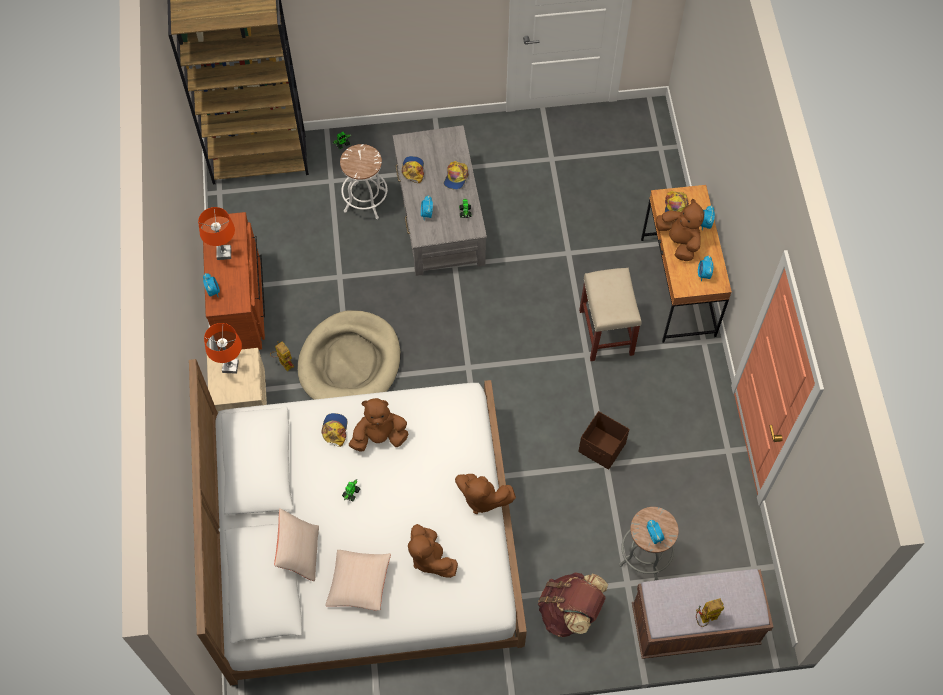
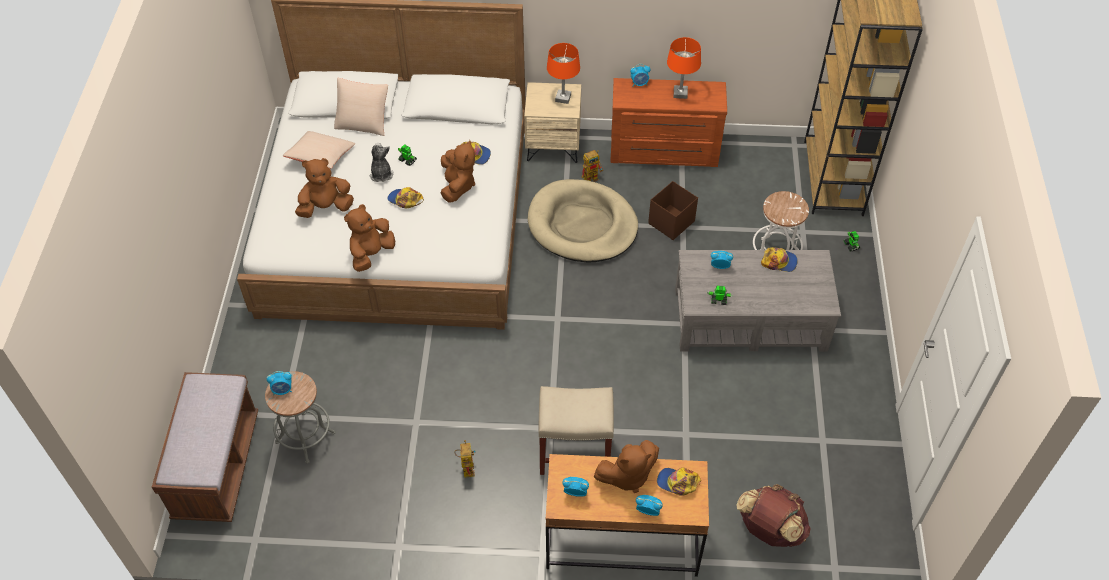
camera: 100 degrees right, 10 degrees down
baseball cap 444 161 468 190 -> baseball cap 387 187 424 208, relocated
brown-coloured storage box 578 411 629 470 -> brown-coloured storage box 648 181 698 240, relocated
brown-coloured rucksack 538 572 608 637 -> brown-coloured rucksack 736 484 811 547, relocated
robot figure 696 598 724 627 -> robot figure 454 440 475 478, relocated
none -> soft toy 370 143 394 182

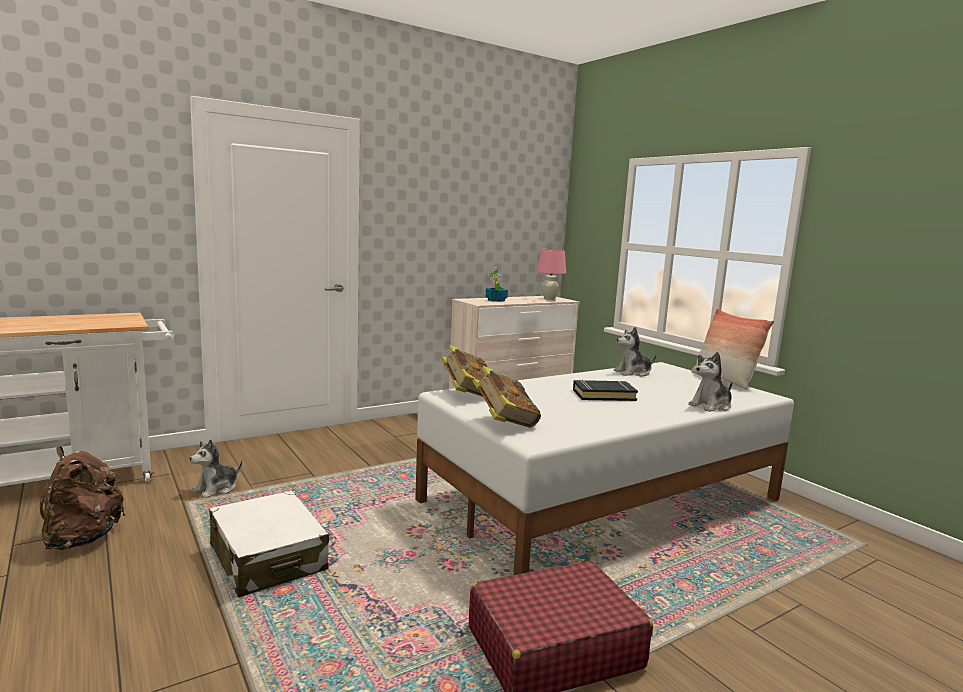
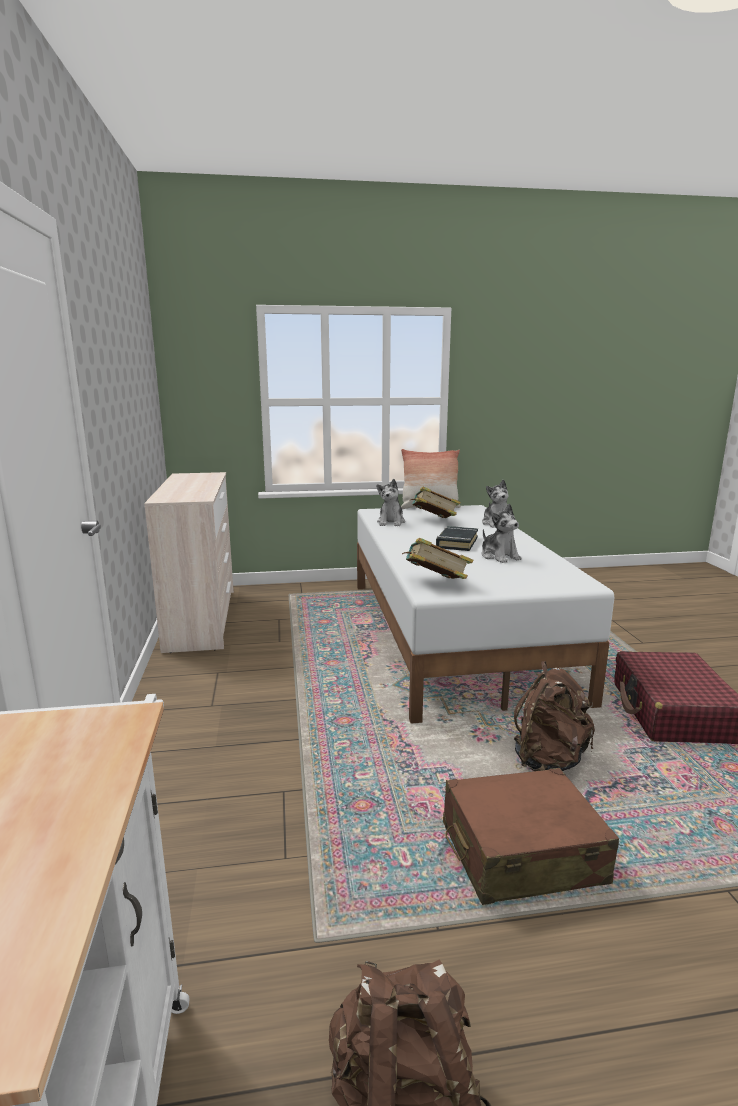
camera: 65 degrees left, 5 degrees up
pink-coloured tabletop lamp 537 249 566 300 -> none
potted plant 486 267 508 302 -> none
book 472 366 541 428 -> book 409 487 461 518, relocated
soft toy 190 440 242 498 -> soft toy 482 504 522 563, relocated
white-coloured travel case 209 490 329 597 -> brown-coloured travel case 443 768 619 905
none -> brown-coloured rucksack 514 661 595 771

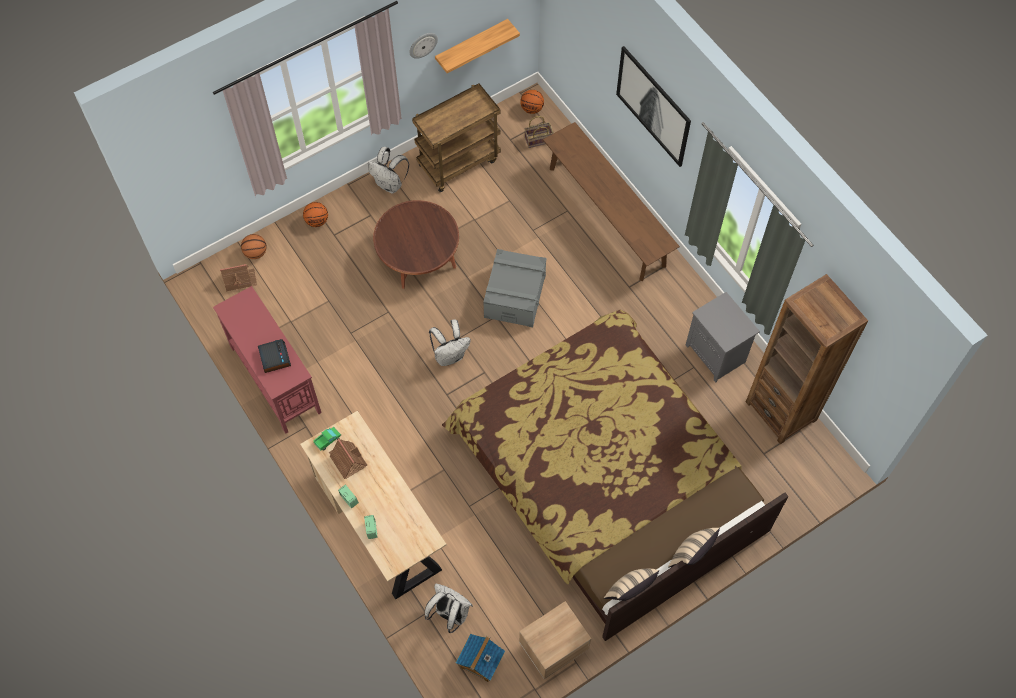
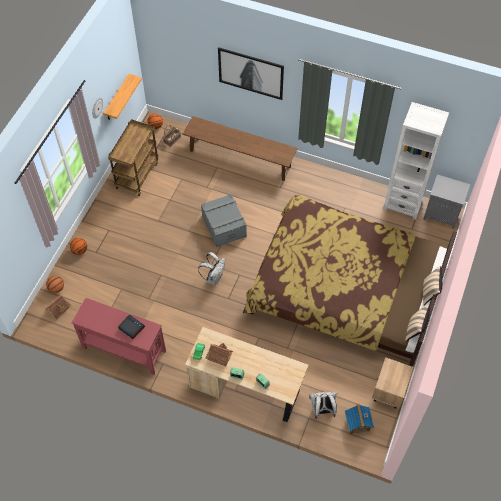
camera: 35 degrees left, 5 degrees down
white-coloured rucksack 368 147 409 194 -> none
brown-coloured low table 373 200 459 289 -> none
brown-coloured bookcase 746 274 868 444 -> white-coloured bookcase 383 102 449 220
gray bedside table 686 292 760 382 -> gray bedside table 423 174 470 229, relocated

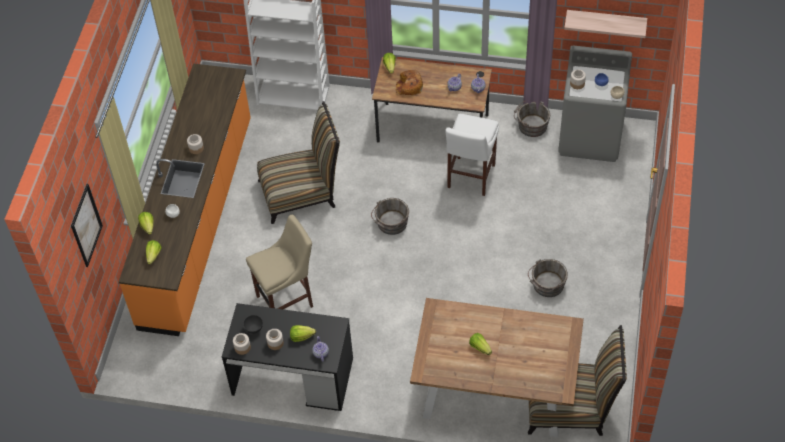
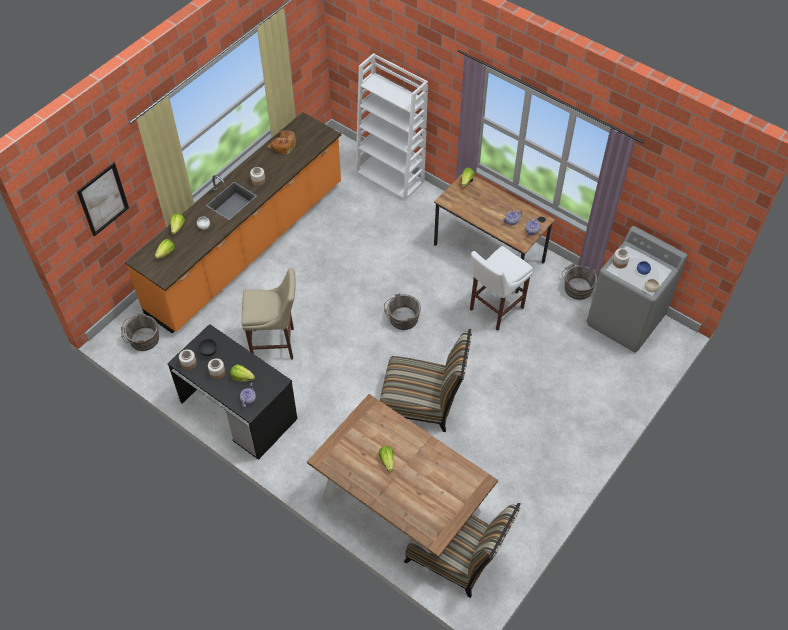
camera: 25 degrees right, 0 degrees up
bracket shelf 564 10 647 38 -> none
baked bread 396 69 423 95 -> baked bread 268 130 296 154, relocated
plain chair 257 101 340 224 -> plain chair 380 329 472 432, relocated
gray water bucket 528 259 568 297 -> gray water bucket 121 313 159 351, relocated

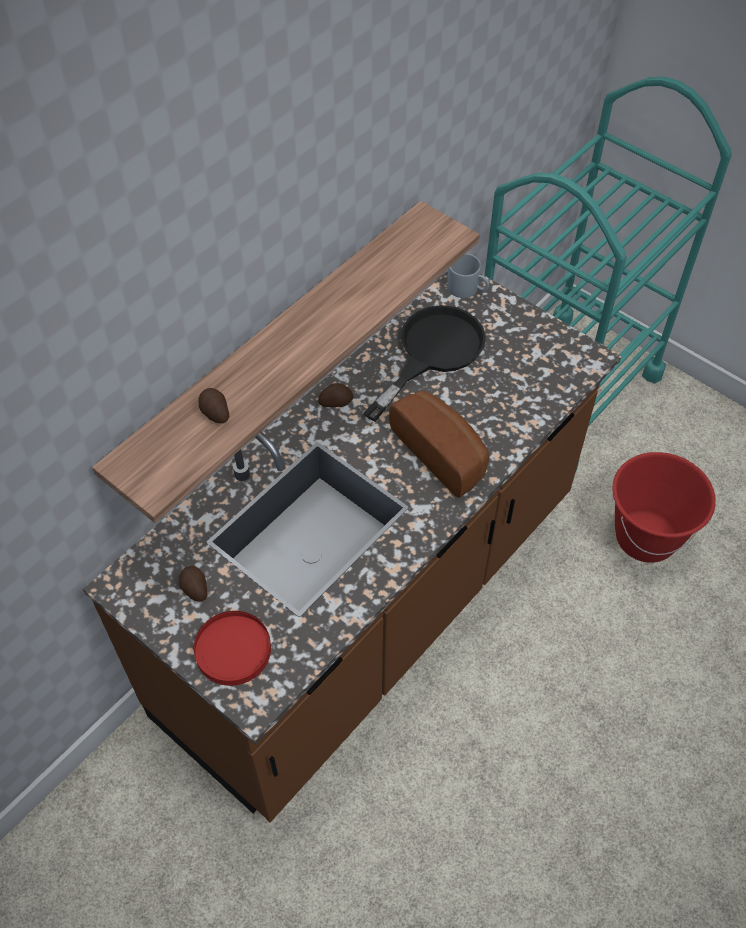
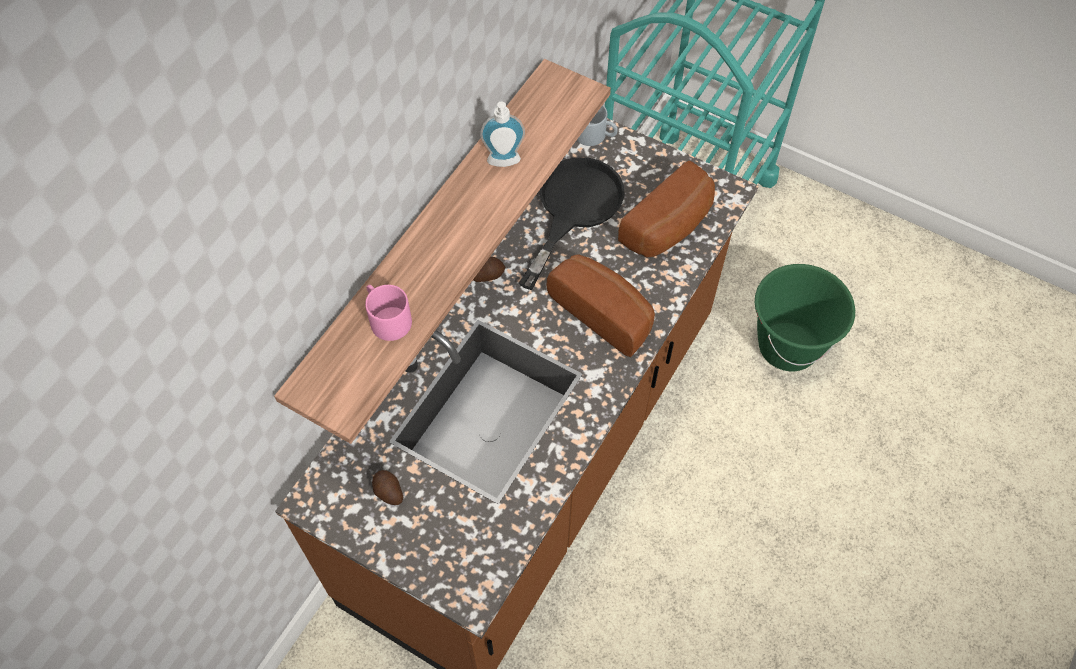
camera: 10 degrees left, 5 degrees up
whole potato 199 388 229 423 -> pink-coloured tea mug 365 285 412 341
red-coloured water bucket 612 452 716 563 -> greenish water bucket 755 264 855 371
red-coloured flat dish 194 611 271 686 -> none
none -> liquid soap bottle 480 102 525 167
none -> baked bread 618 161 715 258

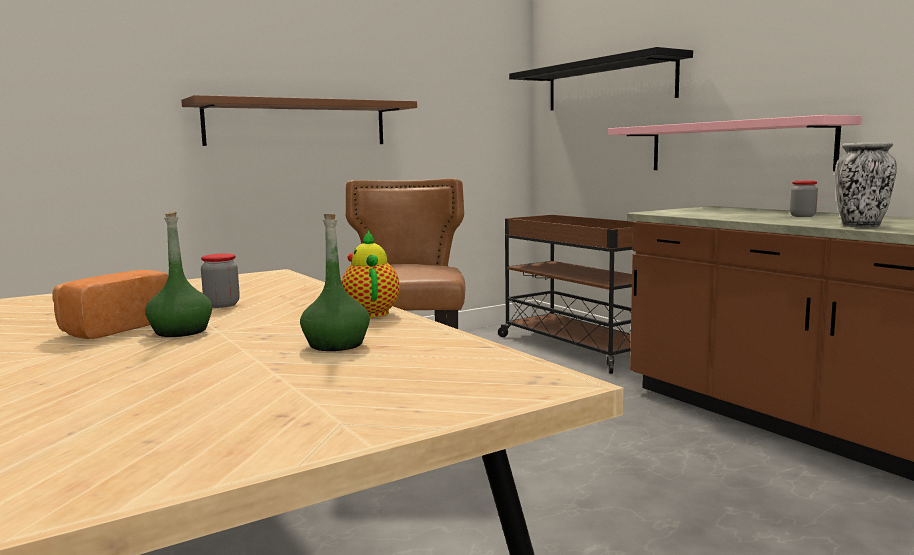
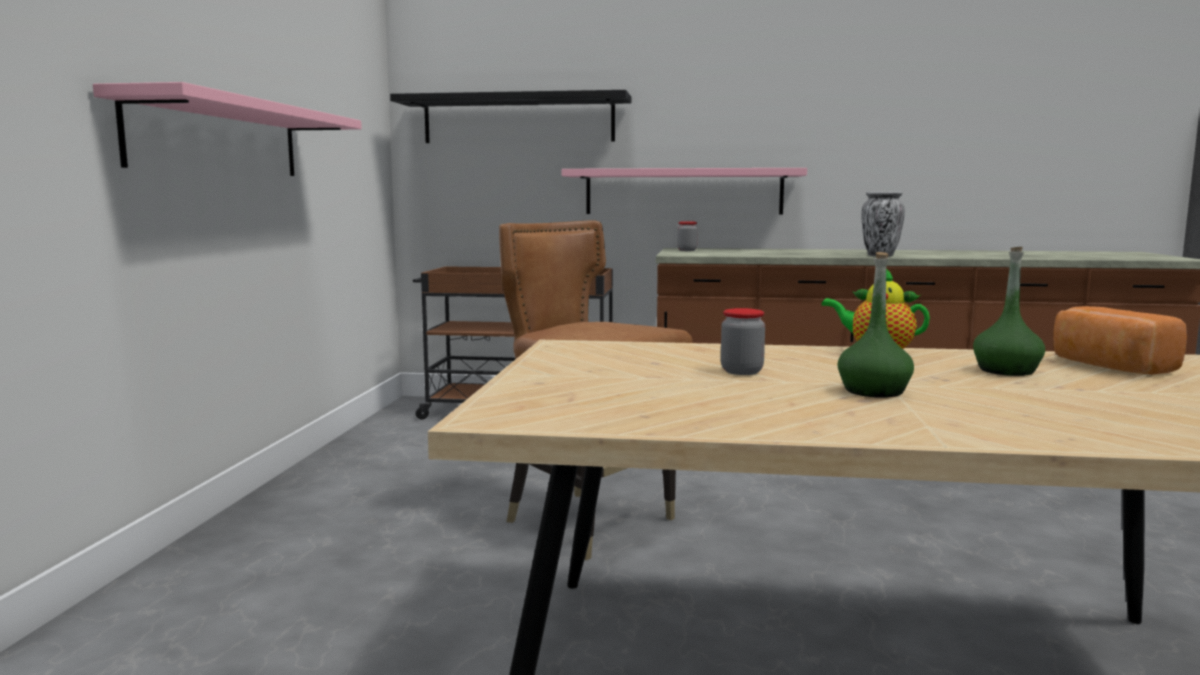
camera: 50 degrees left, 0 degrees up
brown-coloured bracket shelf 181 95 417 146 -> pink-coloured bracket shelf 93 82 362 176
storage jar 790 181 818 217 -> storage jar 677 221 698 251, relocated
baked bread 53 270 168 339 -> baked bread 1053 306 1187 375, relocated

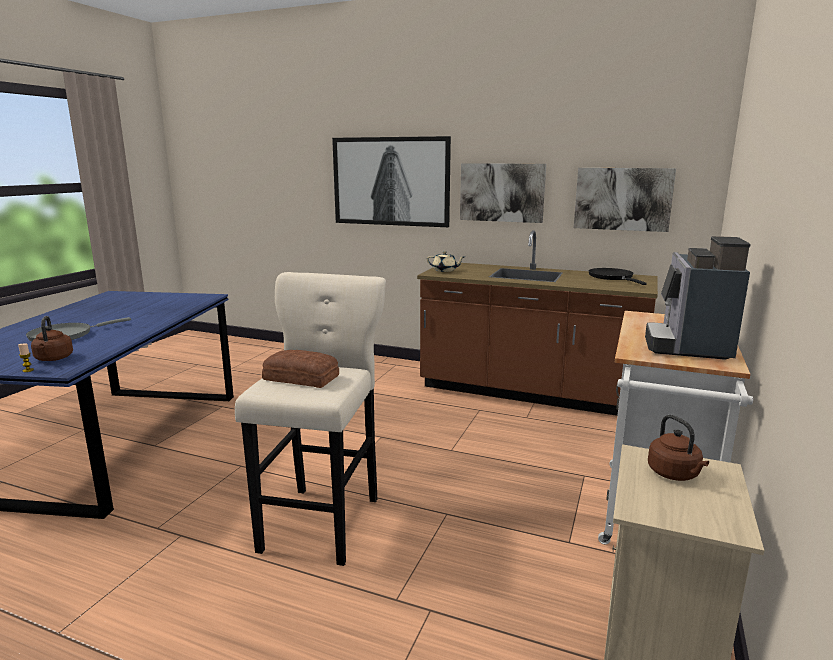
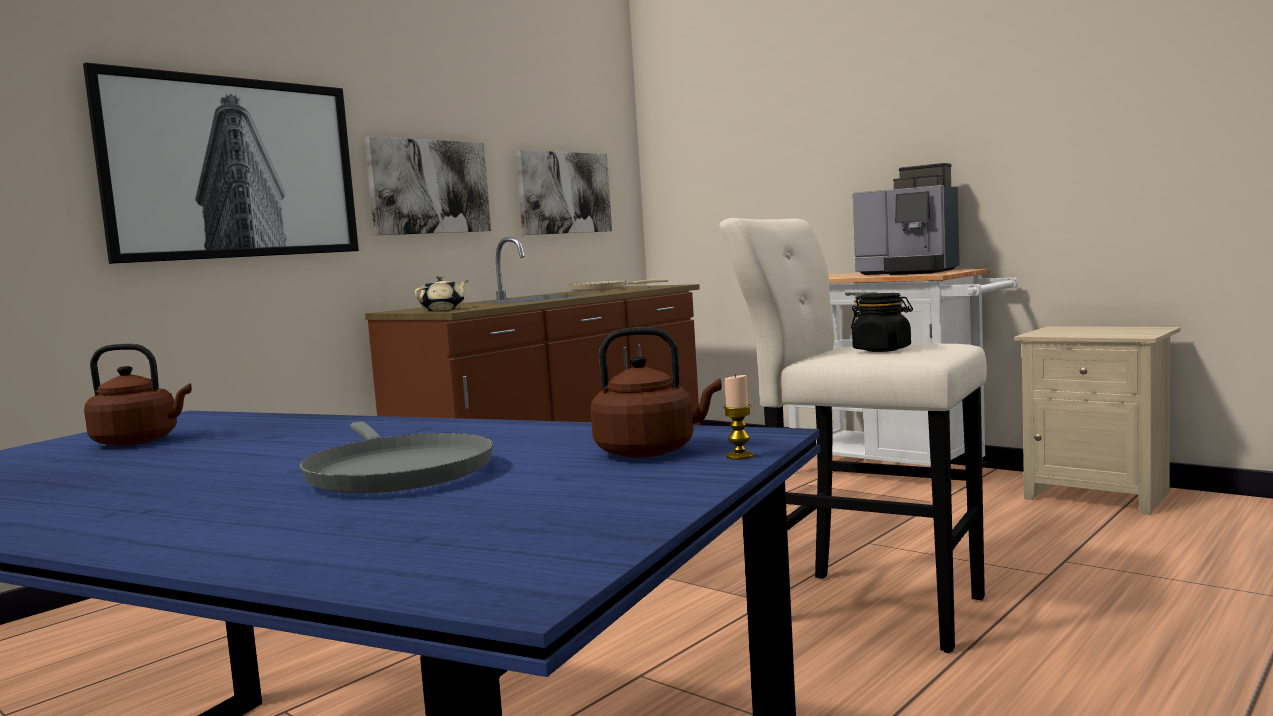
camera: 70 degrees left, 10 degrees down
black-coloured pan 589 268 647 285 -> beige pan 569 279 668 291
baked bread 262 350 339 388 -> black-coloured storage jar 851 293 913 352
brown-coloured water kettle 648 415 709 481 -> brown-coloured water kettle 84 344 192 446, relocated

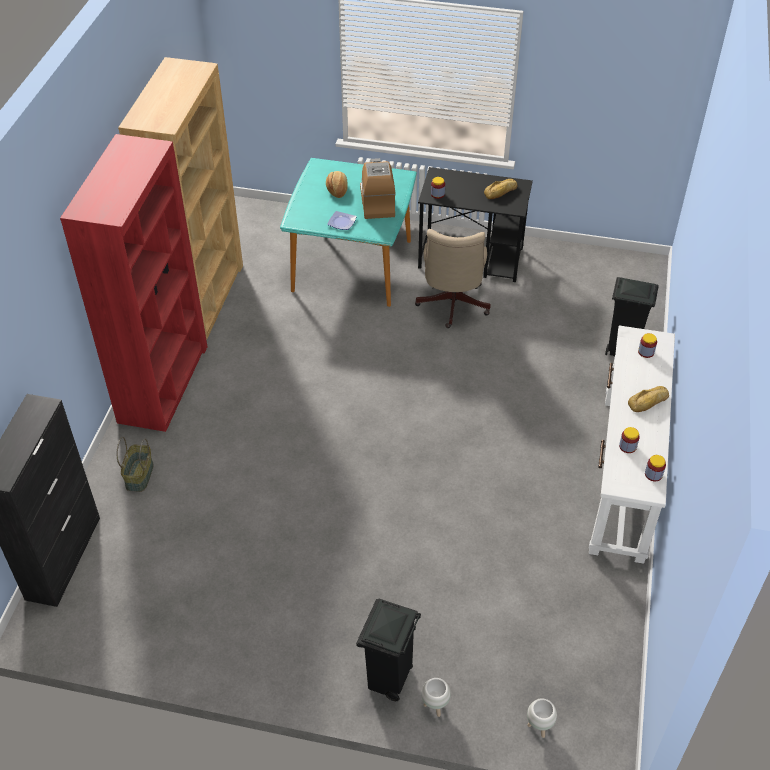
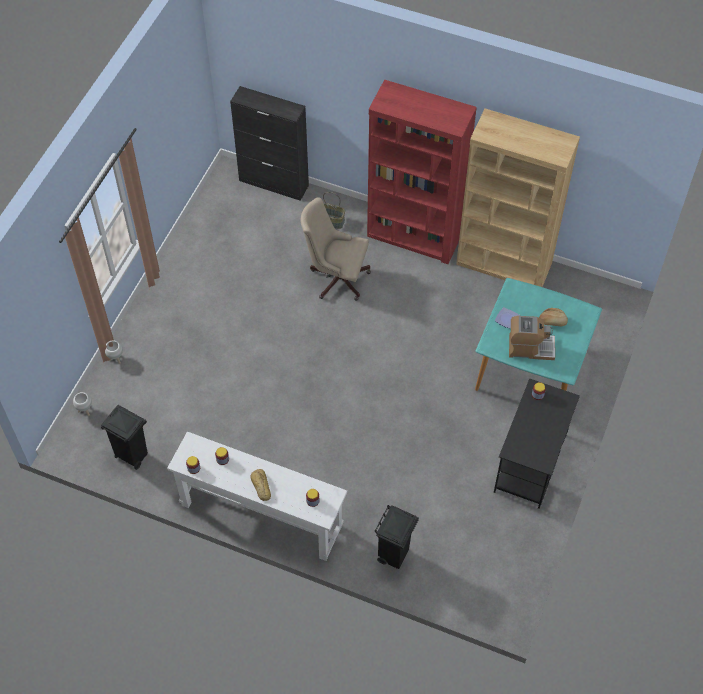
camera: 100 degrees right, 10 degrees up
baked bread 484 179 517 199 -> none
beige desk chair 415 229 491 328 -> beige desk chair 300 197 371 301, relocated
black-coloured trash can 356 599 421 701 -> black-coloured trash can 101 405 148 470, relocated

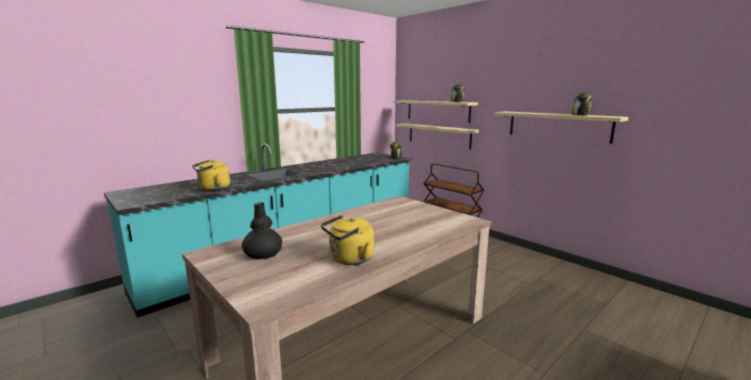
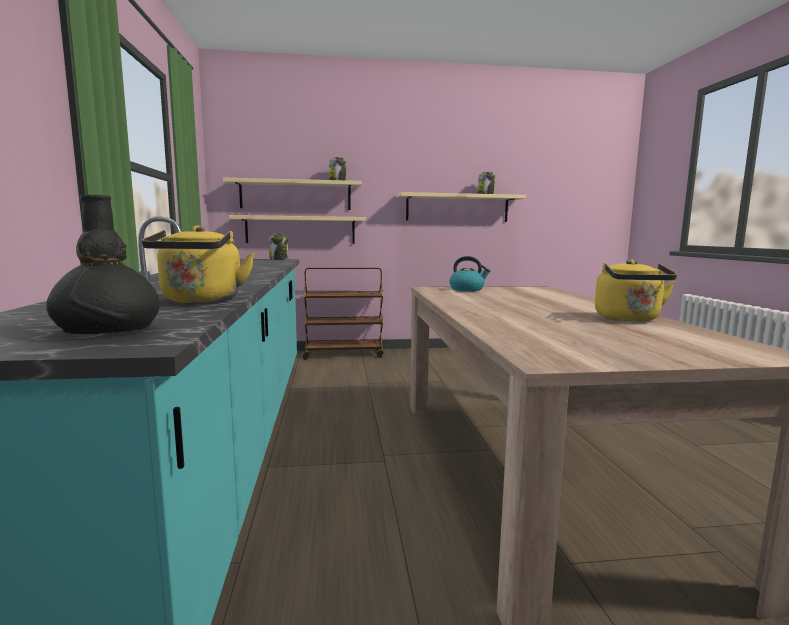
camera: 55 degrees left, 5 degrees down
black-coloured vase 242 202 282 259 -> black-coloured vase 46 194 160 334, relocated
none -> water kettle 450 256 490 291

